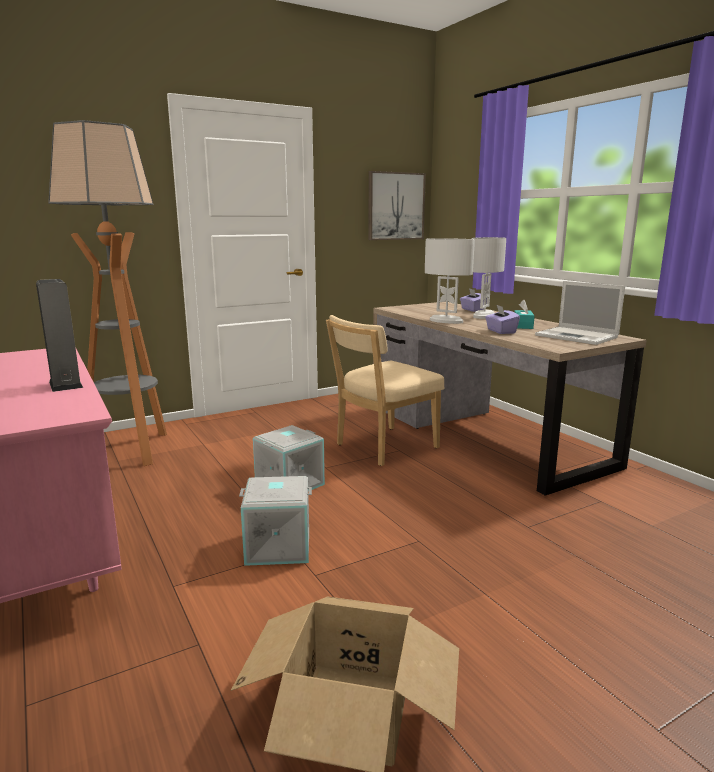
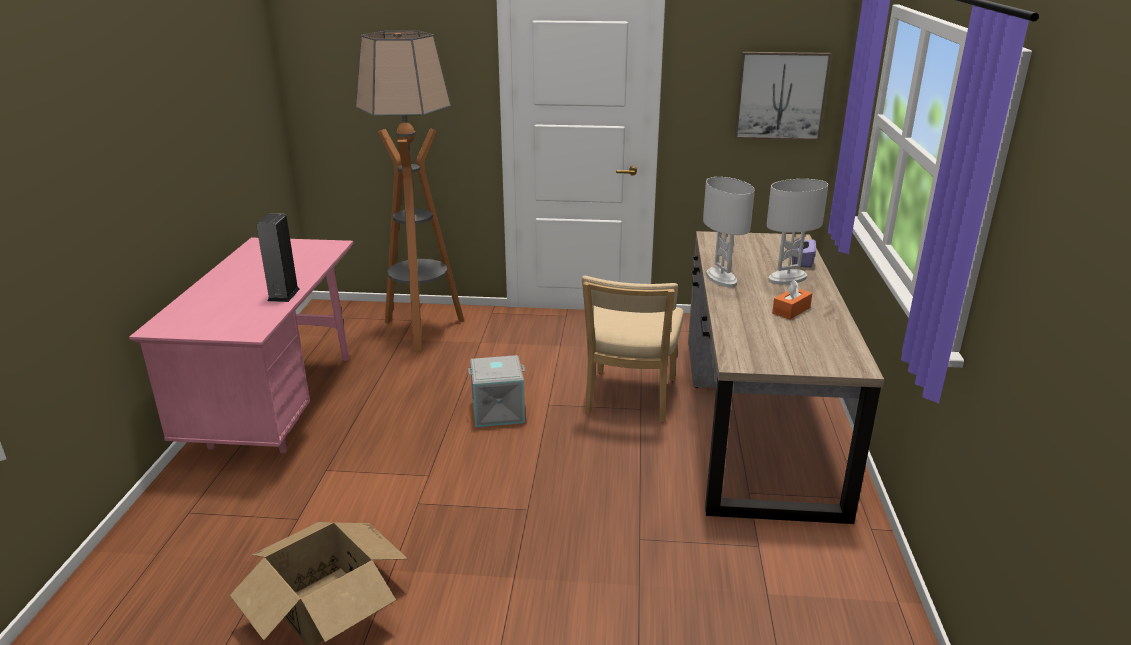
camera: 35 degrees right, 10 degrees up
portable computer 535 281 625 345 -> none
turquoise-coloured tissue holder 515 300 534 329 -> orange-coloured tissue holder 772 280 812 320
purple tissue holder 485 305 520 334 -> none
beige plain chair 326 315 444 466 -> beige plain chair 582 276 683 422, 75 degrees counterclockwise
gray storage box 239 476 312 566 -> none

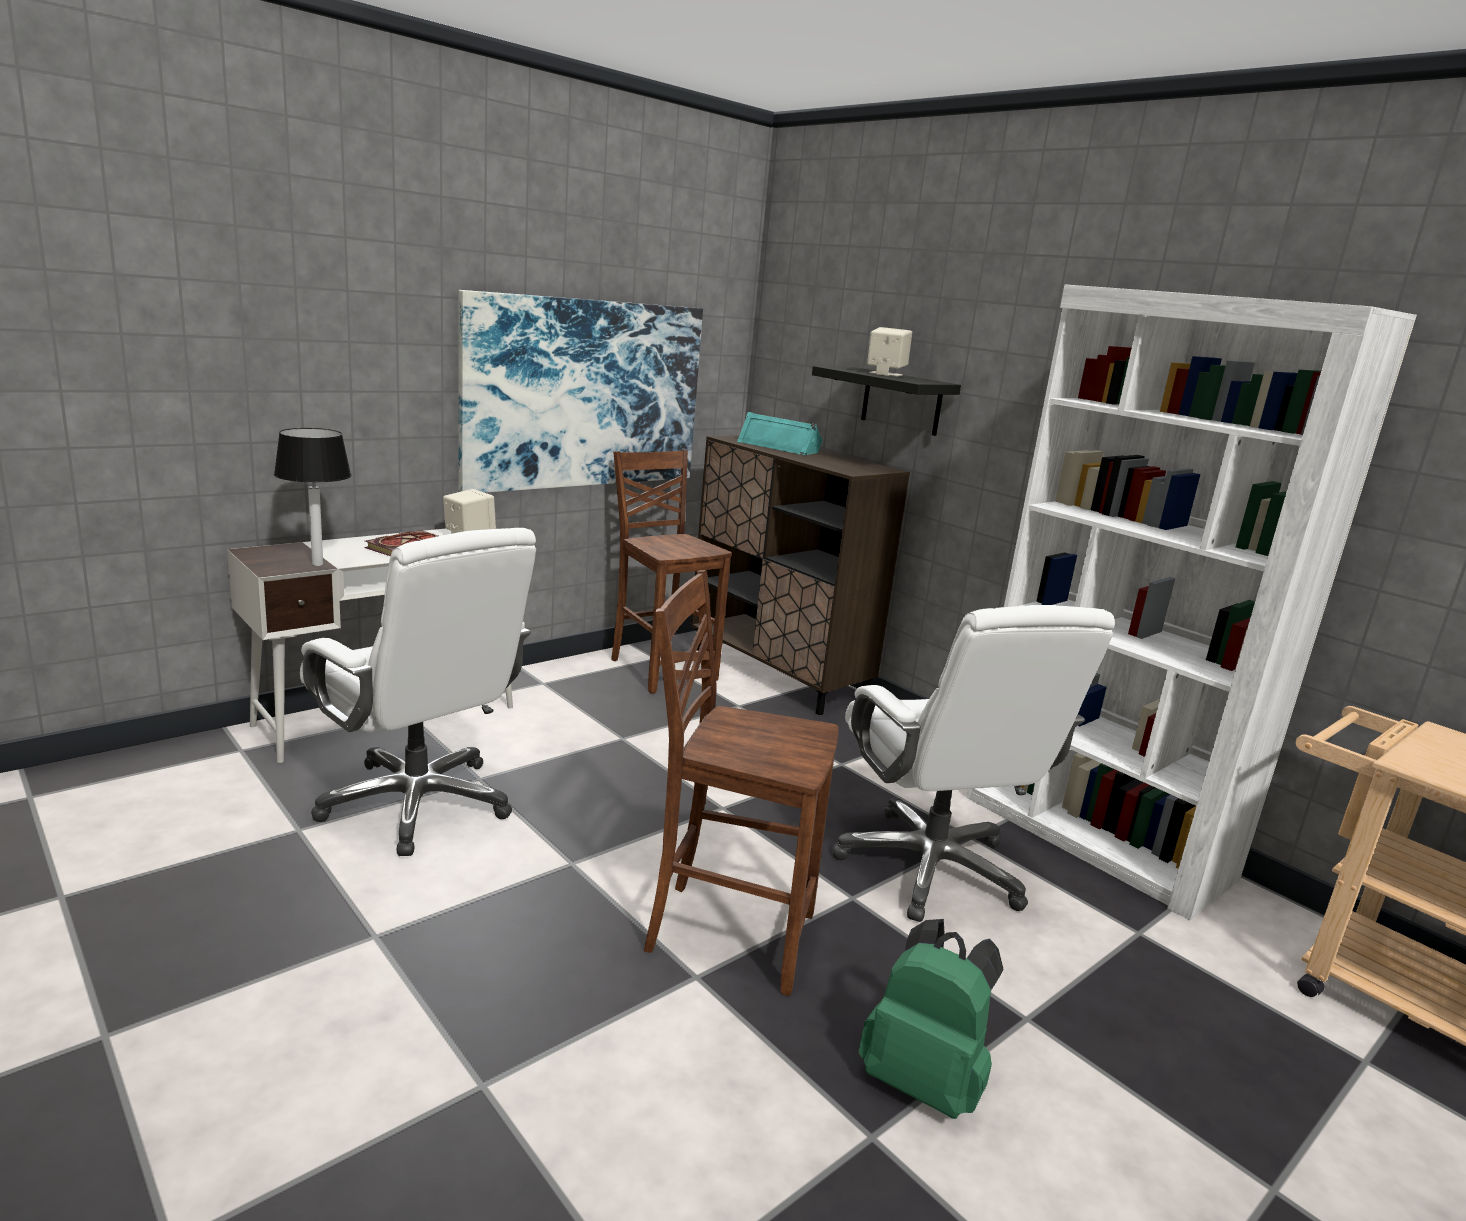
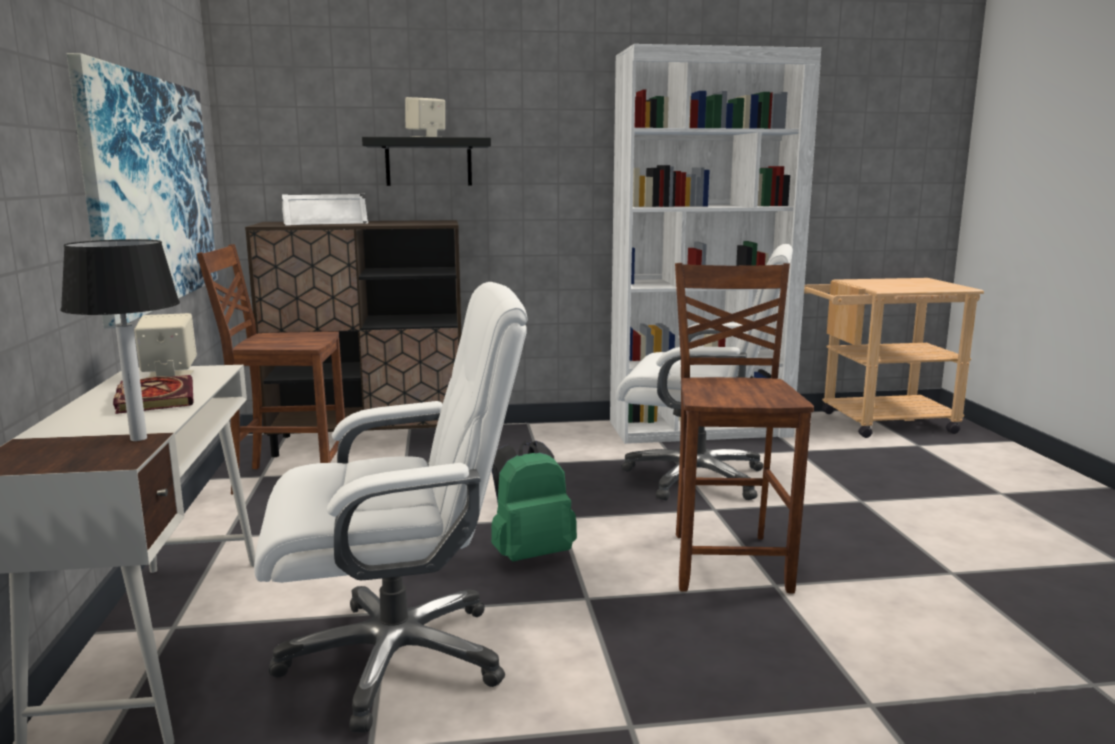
camera: 55 degrees left, 5 degrees down
turquoise-coloured speaker 737 412 823 455 -> white-coloured speaker 282 194 368 225
brown-coloured plain chair 644 570 839 996 -> brown-coloured plain chair 675 263 814 594, 135 degrees clockwise
greenish rucksack 859 919 1004 1119 -> greenish rucksack 491 441 577 562, relocated

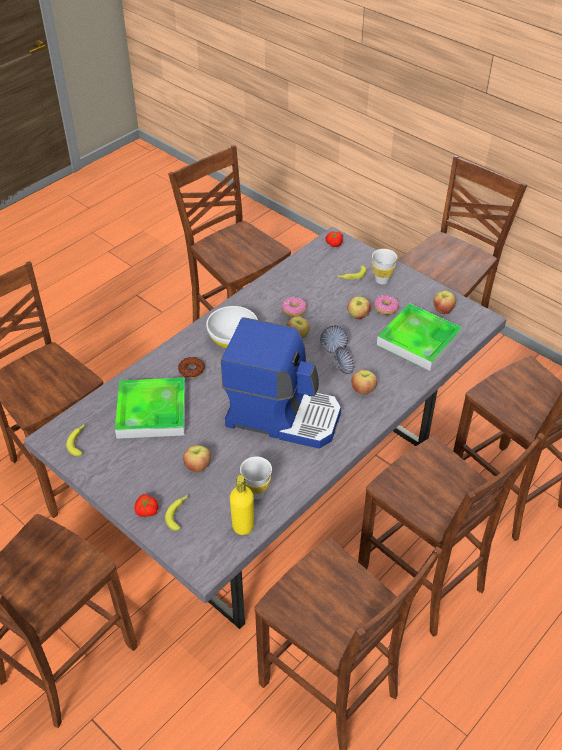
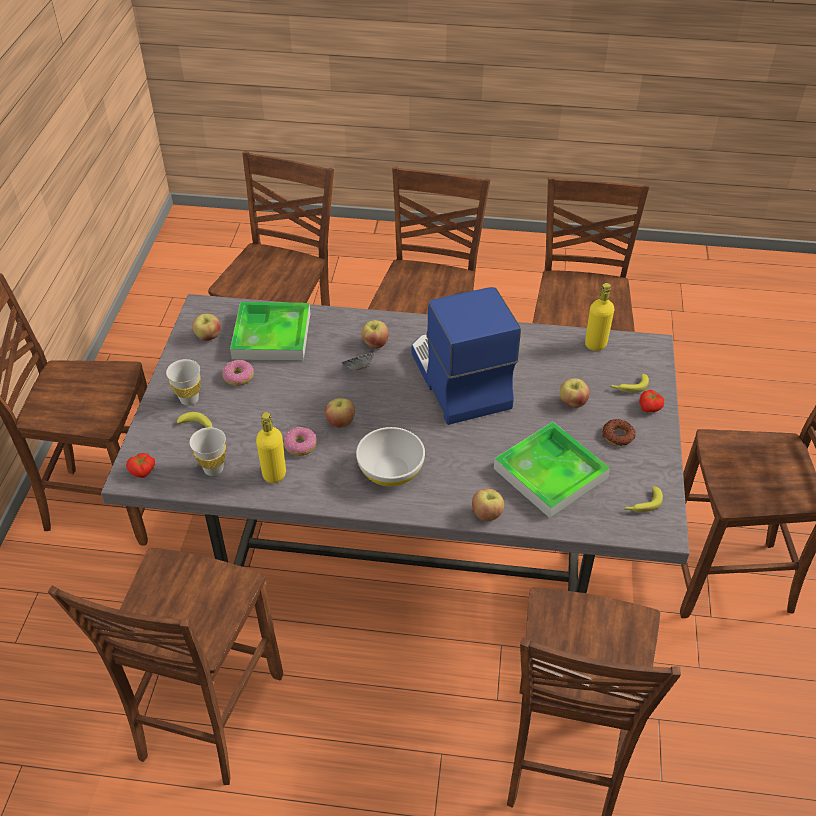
camera: 125 degrees left, 0 degrees up
apple 347 296 371 319 -> apple 472 489 504 521, relocated
bowl 320 325 348 354 -> none
doughnut 178 357 205 378 -> doughnut 602 419 636 446, relocated
white-coloured small cup 240 457 272 499 -> white-coloured small cup 190 427 226 476, relocated
none -> yellow-coloured beverage bottle 256 412 286 483

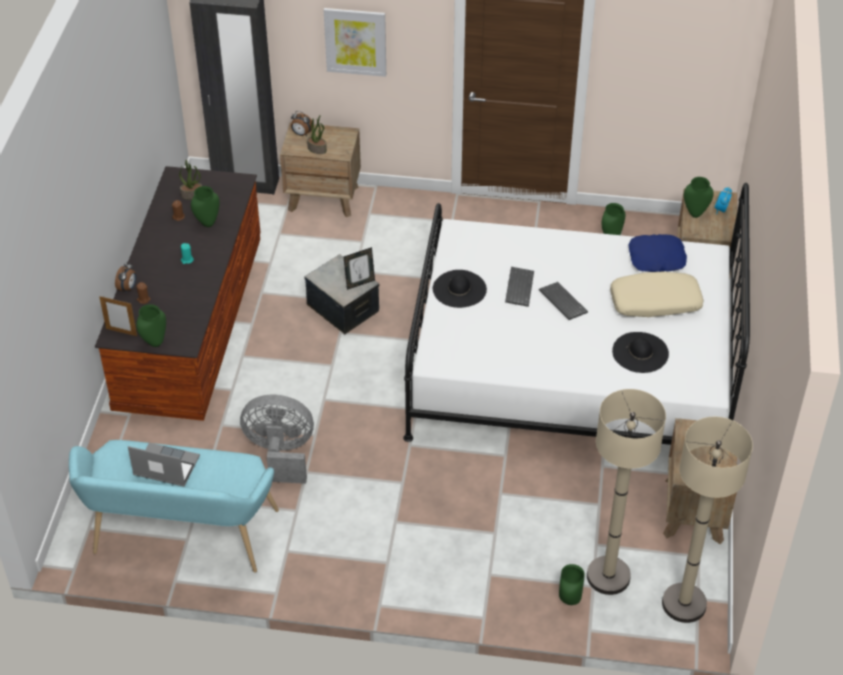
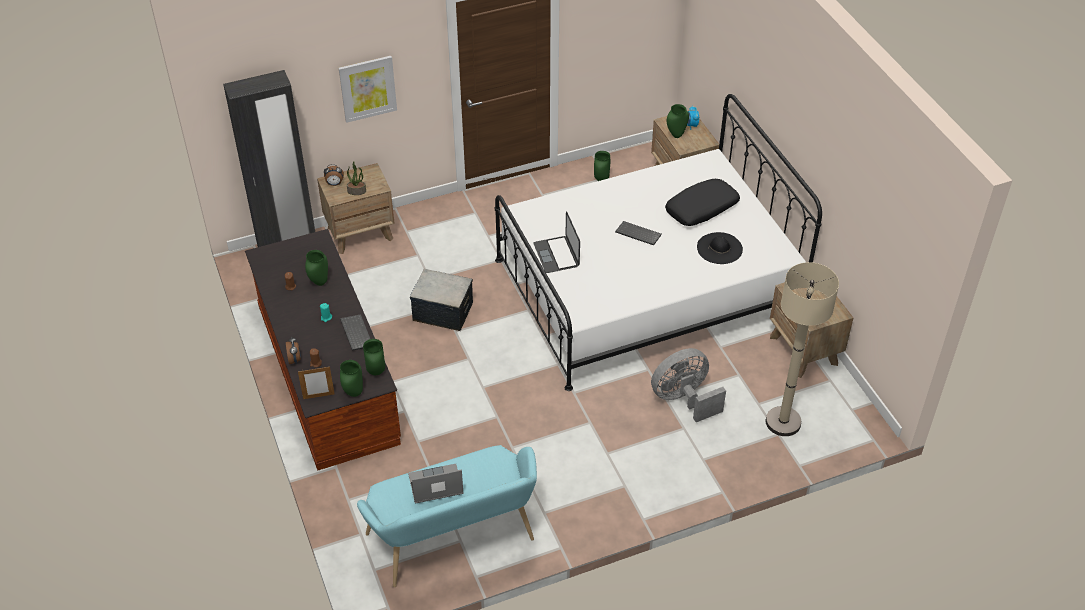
camera: 30 degrees left, 0 degrees up
potted plant 179 160 202 200 -> none
bluish cushion 628 234 687 272 -> none
photo frame 344 247 375 290 -> none
PC keyboard 505 267 534 307 -> PC keyboard 340 314 370 351, relocated
black-coloured hat 433 270 487 308 -> portable computer 533 212 580 273
beige cushion 610 272 704 317 -> black-coloured cushion 665 179 740 226
gray cooling fan 240 395 314 484 -> gray cooling fan 651 348 726 422, relocated
beige floor lamp 662 417 753 623 -> none
greenish vase 559 564 585 605 -> greenish vase 363 339 385 375, relocated

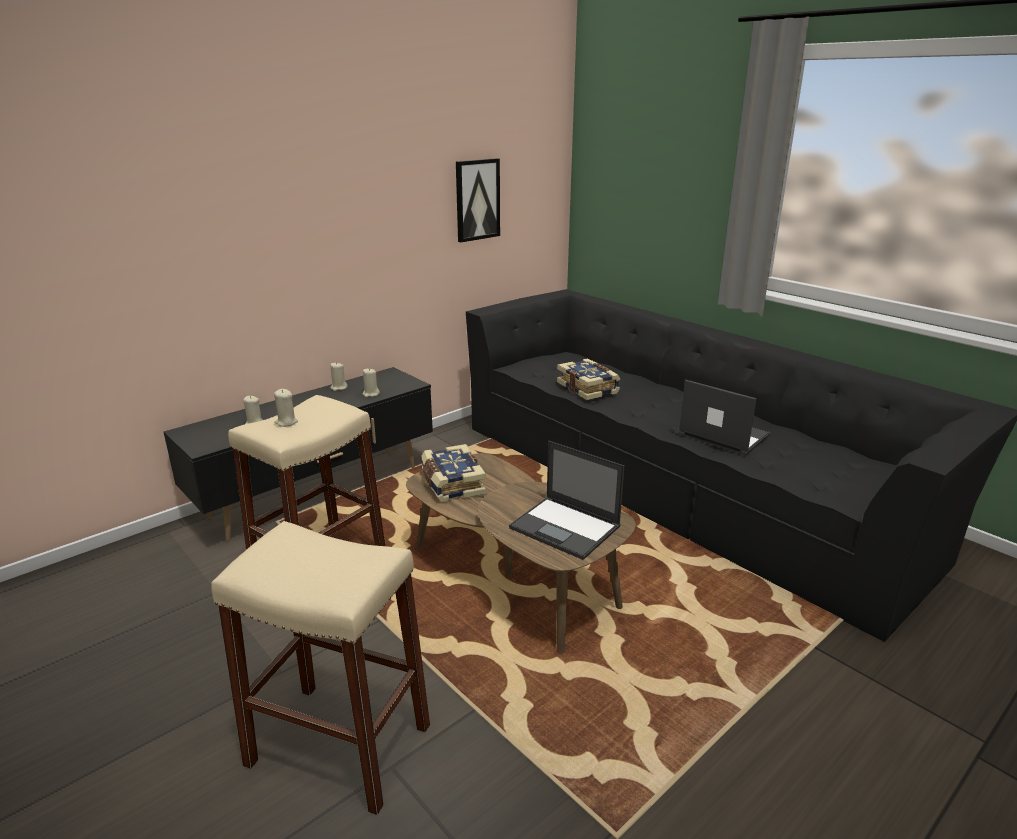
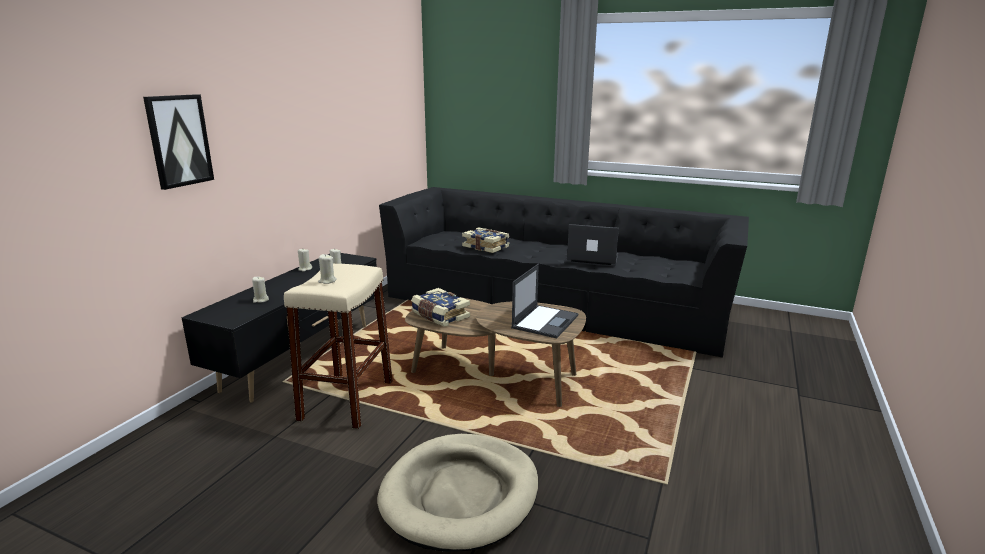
camera: 25 degrees left, 5 degrees down
picture 456 158 500 242 -> picture 143 94 214 190, relocated
portable computer 509 441 624 560 -> portable computer 511 264 579 338, 75 degrees counterclockwise
beige stool 211 521 430 815 -> beige dog cushion 377 434 538 552

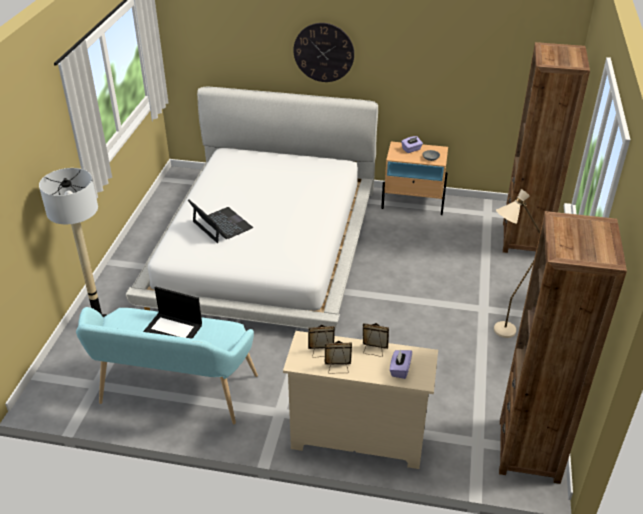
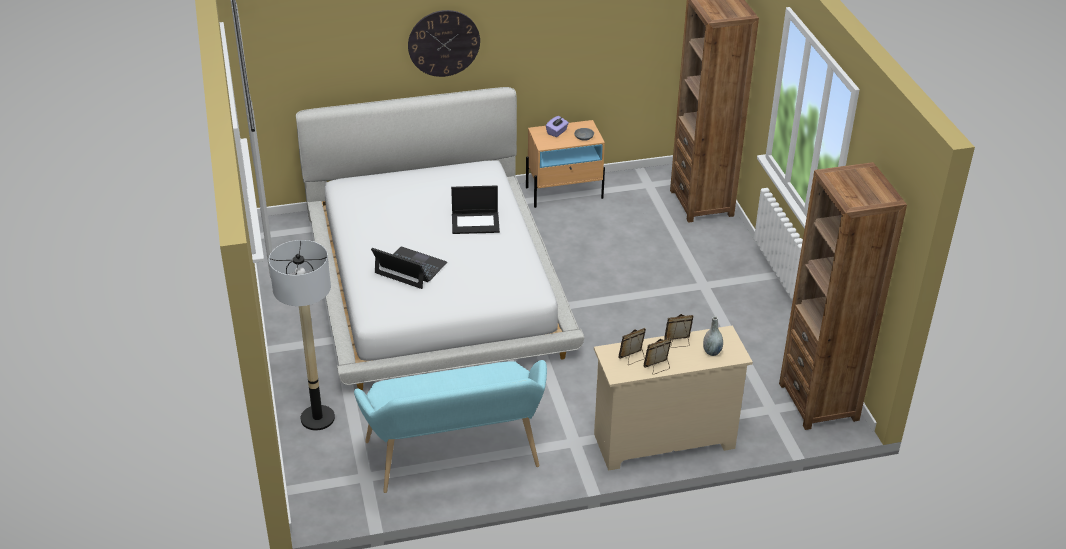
camera: 25 degrees left, 0 degrees up
beige floor lamp 494 189 540 338 -> none
portable computer 143 287 202 339 -> portable computer 451 185 500 234, relocated
purple tissue holder 390 350 412 379 -> gray vase 703 316 723 356

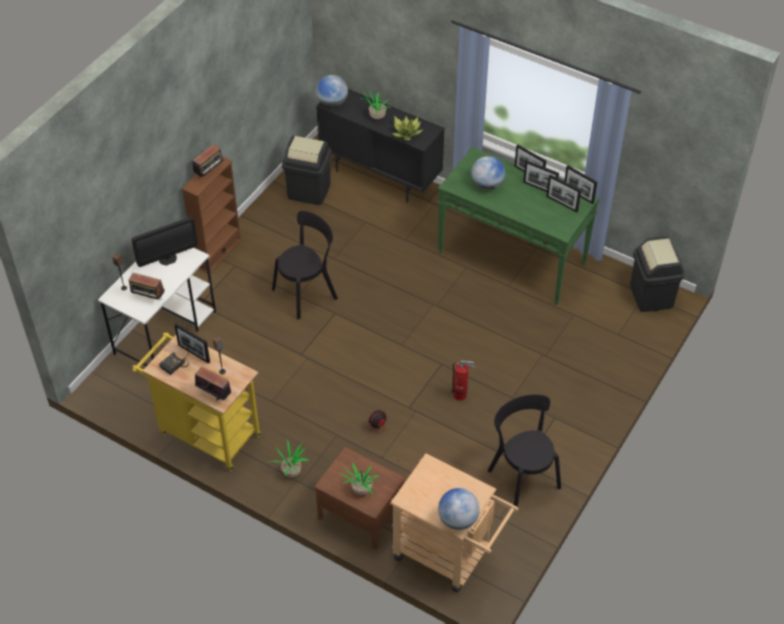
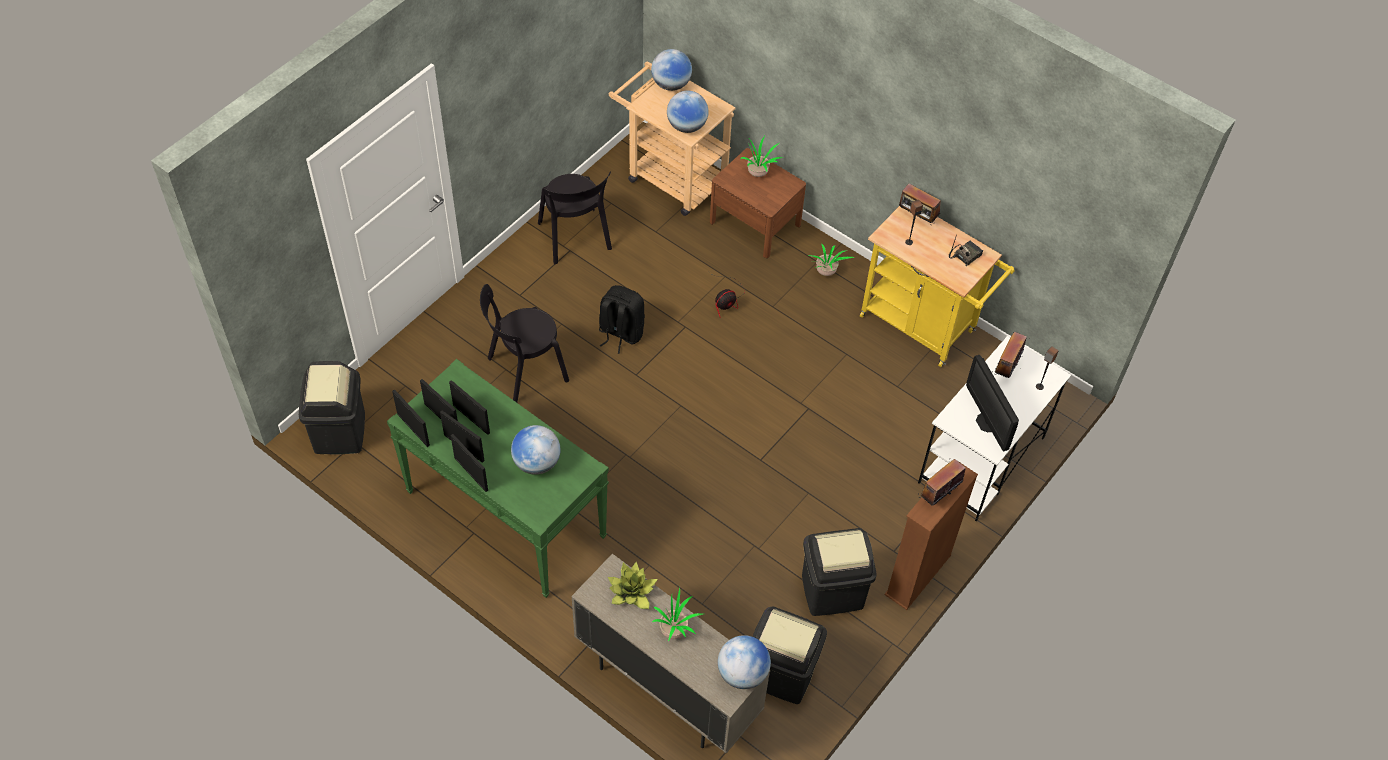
camera: 175 degrees left, 5 degrees up
black-coloured storage cabinet 316 89 445 203 -> beige storage cabinet 571 554 770 753
black-coloured plain chair 272 211 338 319 -> black-coloured plain chair 480 284 569 402, relocated
computer display 132 217 198 267 -> computer display 966 355 1019 451, 90 degrees counterclockwise
radio 129 273 165 301 -> radio 992 332 1027 378, 90 degrees counterclockwise
photo frame 174 324 210 363 -> photo frame 449 380 490 435, relocated
fire extinguisher 452 360 475 401 -> black-coloured rucksack 599 285 644 354
none -> globe 667 91 709 133
none -> black-coloured trash can 802 528 877 616

